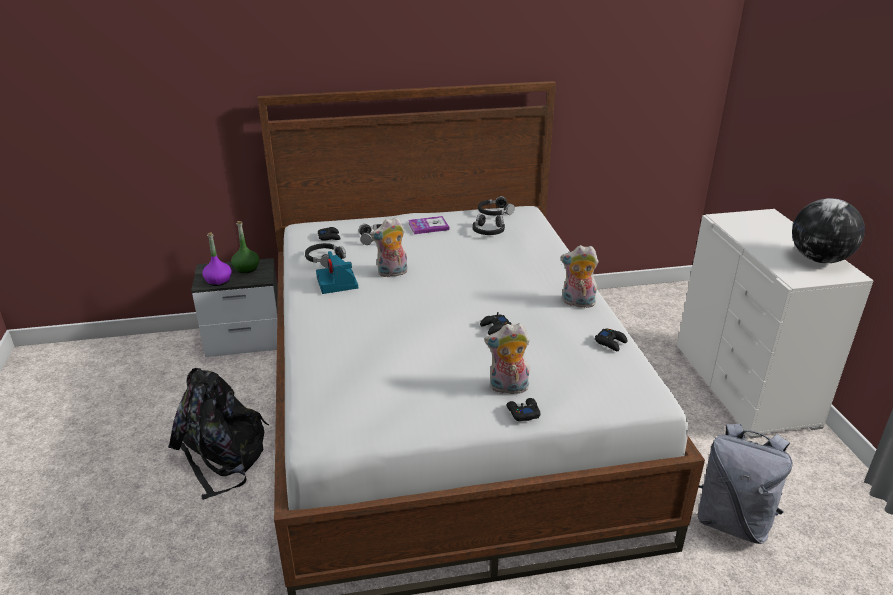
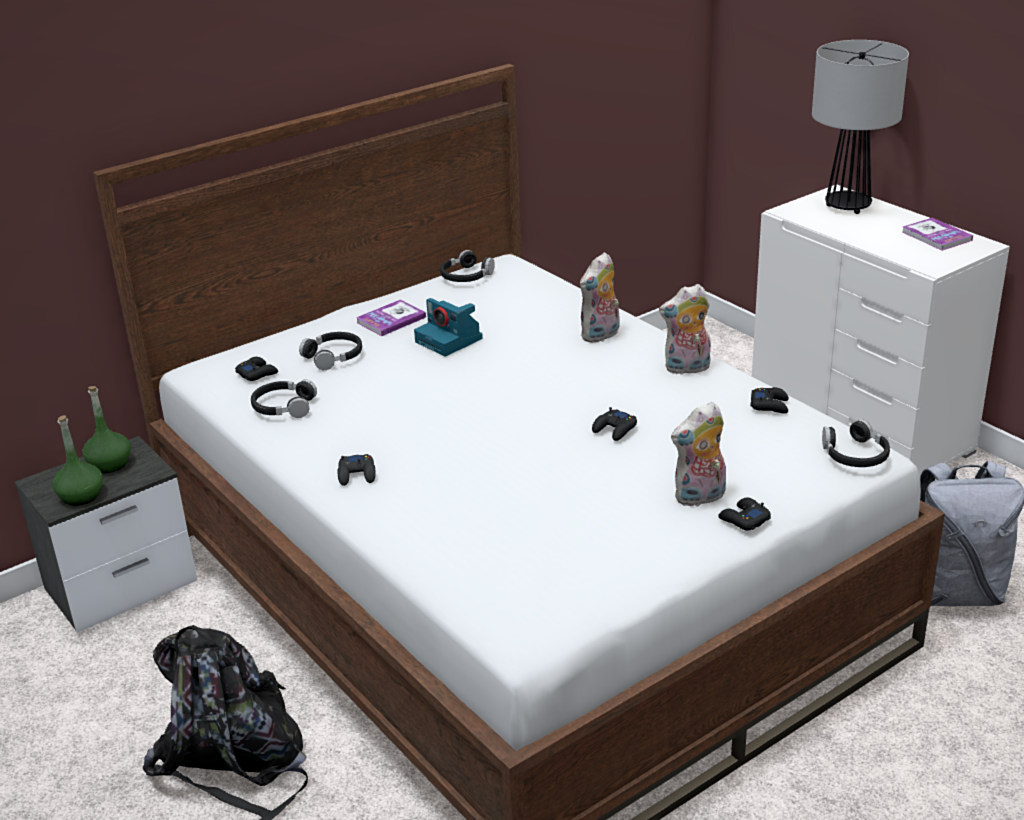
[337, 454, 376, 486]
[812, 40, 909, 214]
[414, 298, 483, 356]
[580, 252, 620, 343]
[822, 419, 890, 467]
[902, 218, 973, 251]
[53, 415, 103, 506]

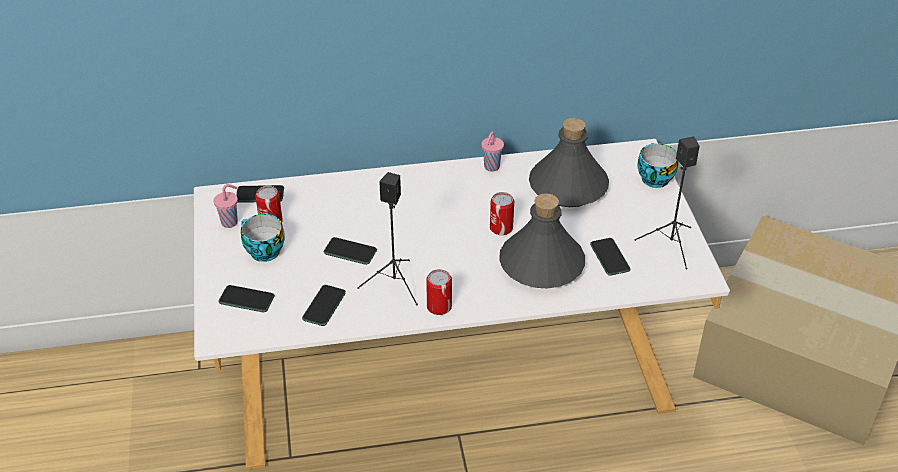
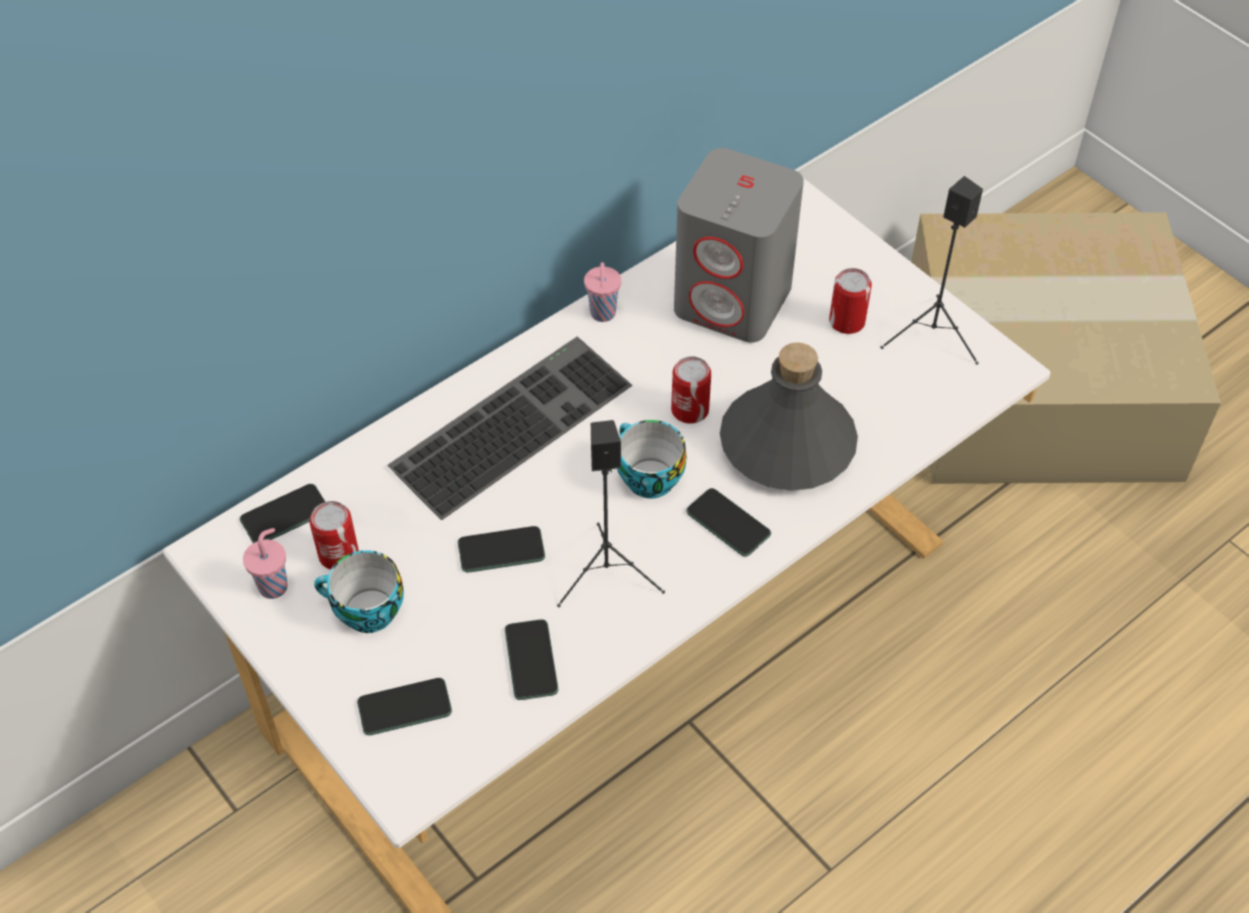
[387, 337, 633, 520]
[829, 268, 872, 334]
[686, 488, 771, 557]
[617, 420, 687, 499]
[674, 148, 804, 343]

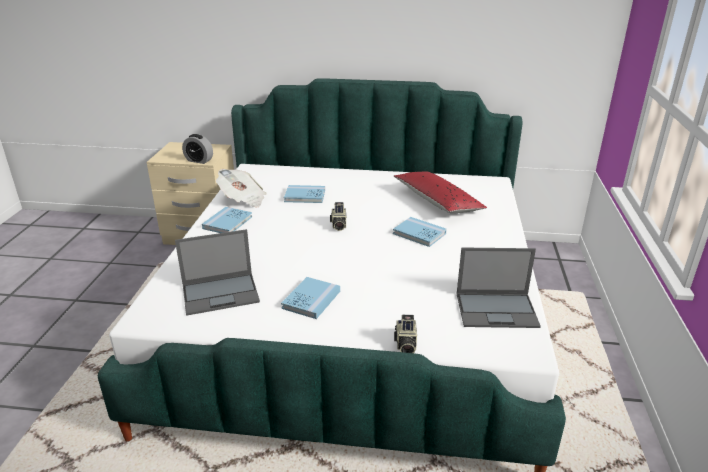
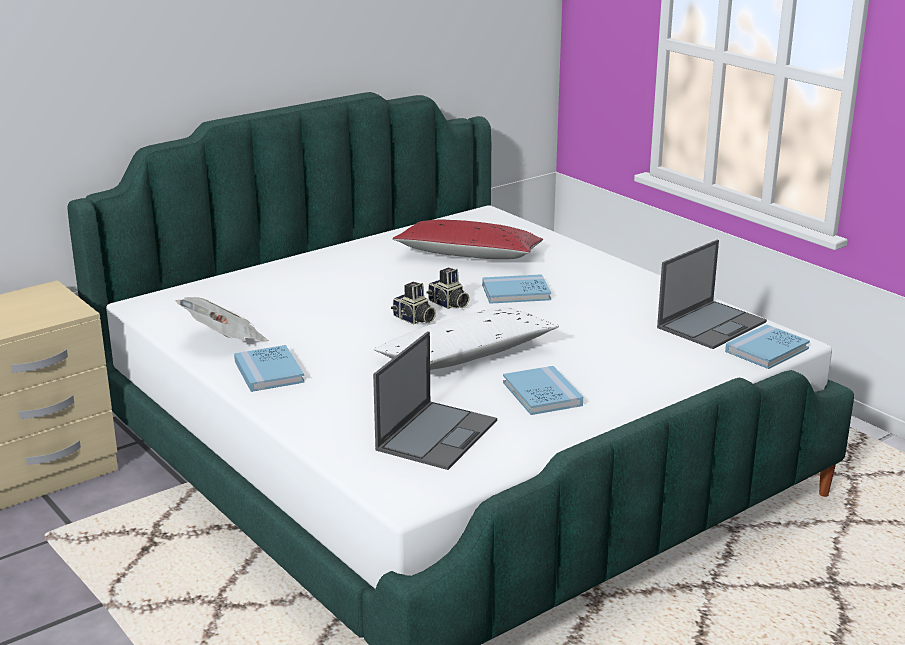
[182, 134, 213, 164] (first image)
[374, 307, 559, 370]
[725, 324, 810, 369]
[426, 268, 470, 309]

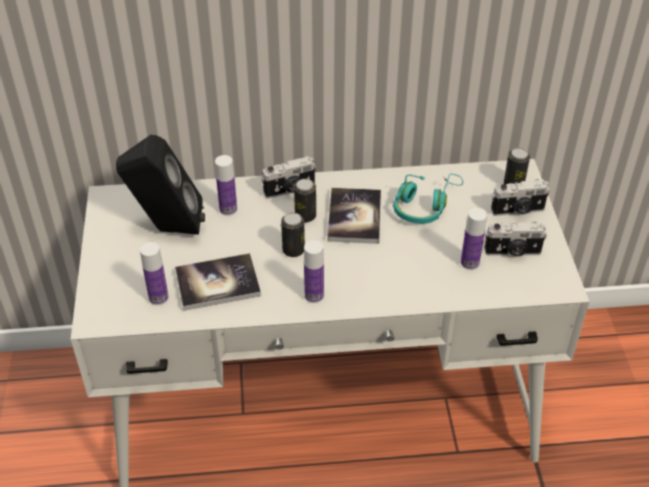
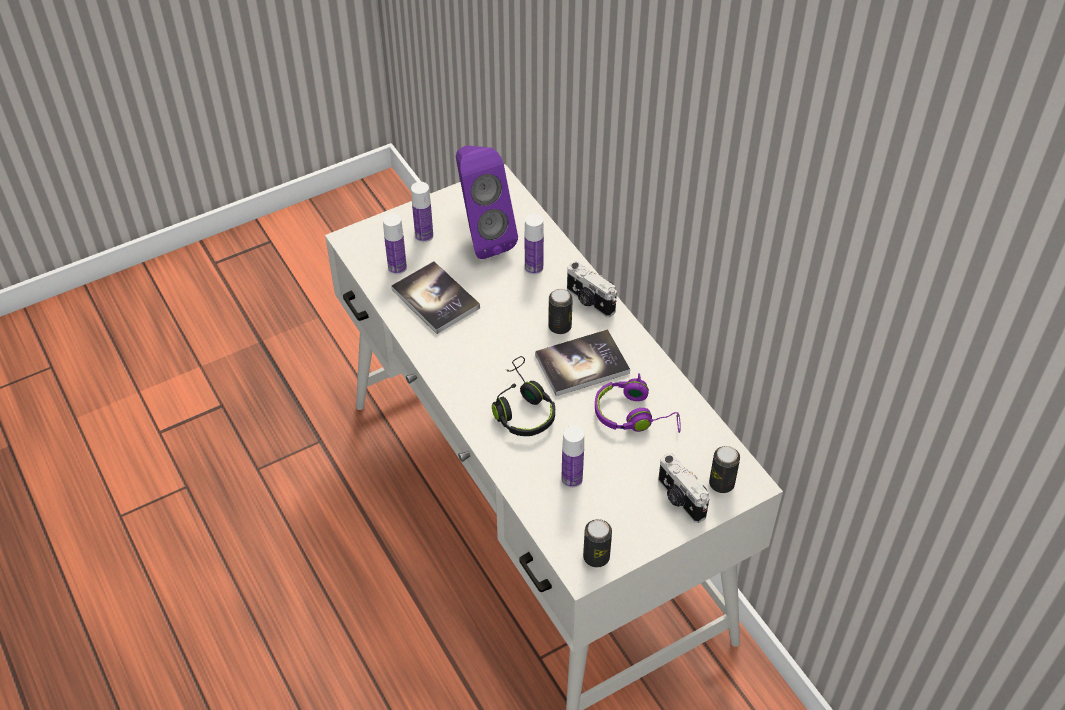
[484, 222, 547, 257] (first image)
[492, 356, 555, 436]
[583, 519, 612, 568]
[411, 182, 433, 242]
[456, 146, 518, 259]
[595, 373, 681, 433]

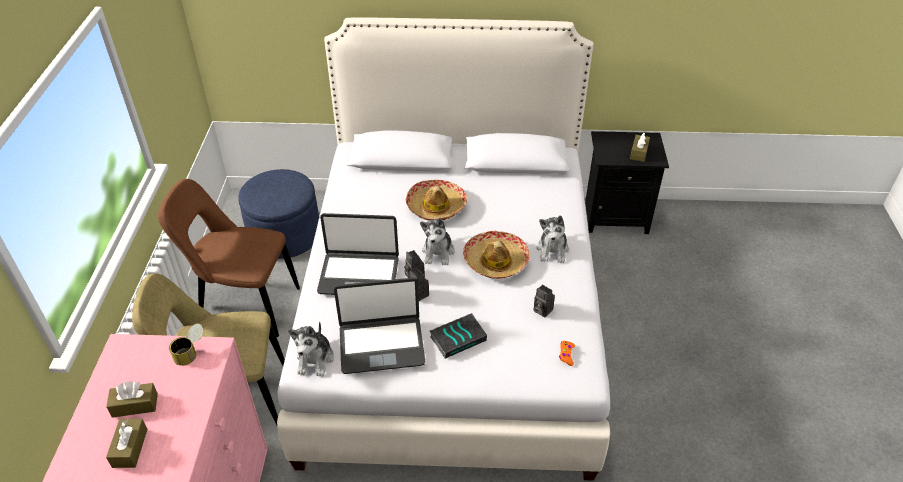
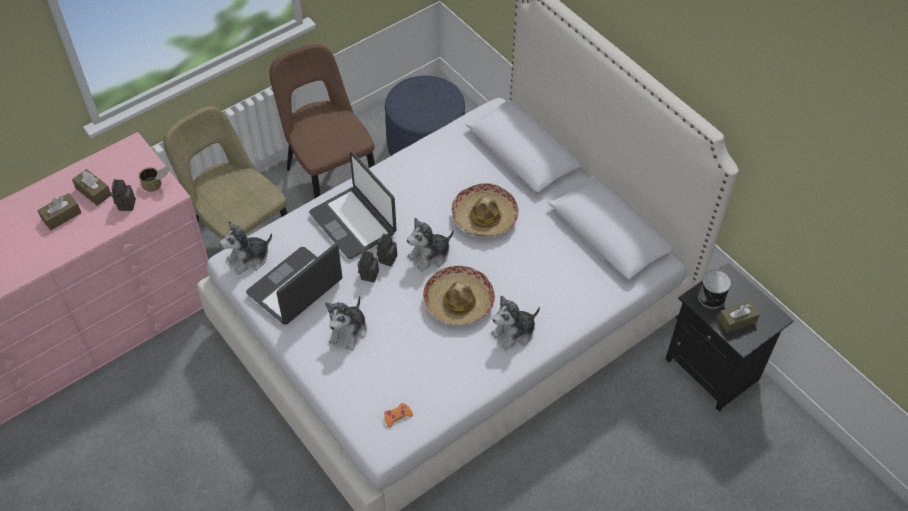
[698, 270, 731, 309]
[111, 179, 136, 211]
[325, 296, 367, 351]
[246, 243, 342, 325]

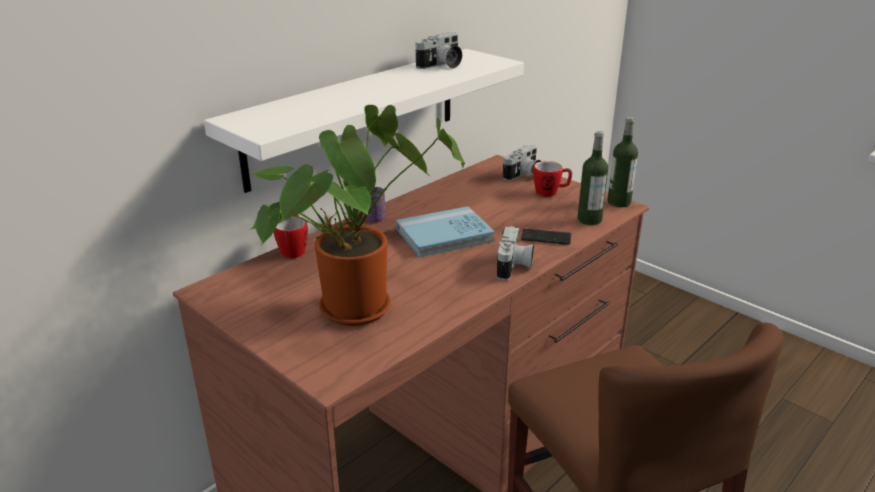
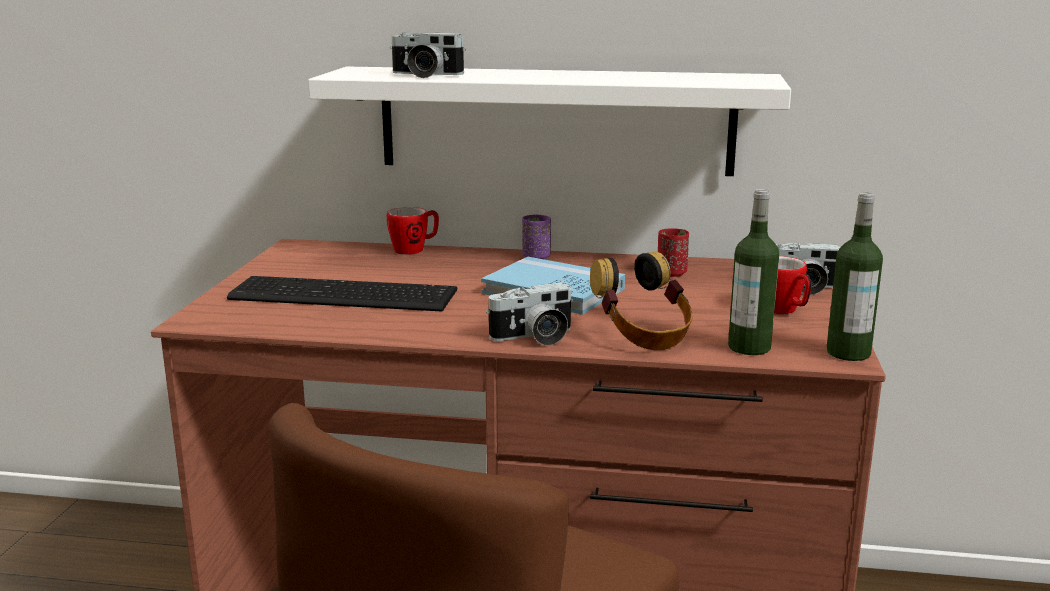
[658, 228, 689, 277]
[390, 33, 466, 78]
[227, 276, 457, 311]
[590, 252, 692, 350]

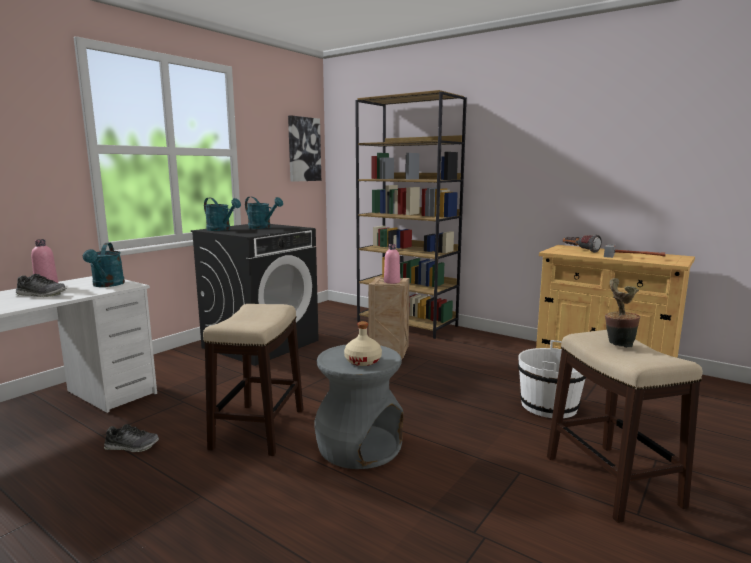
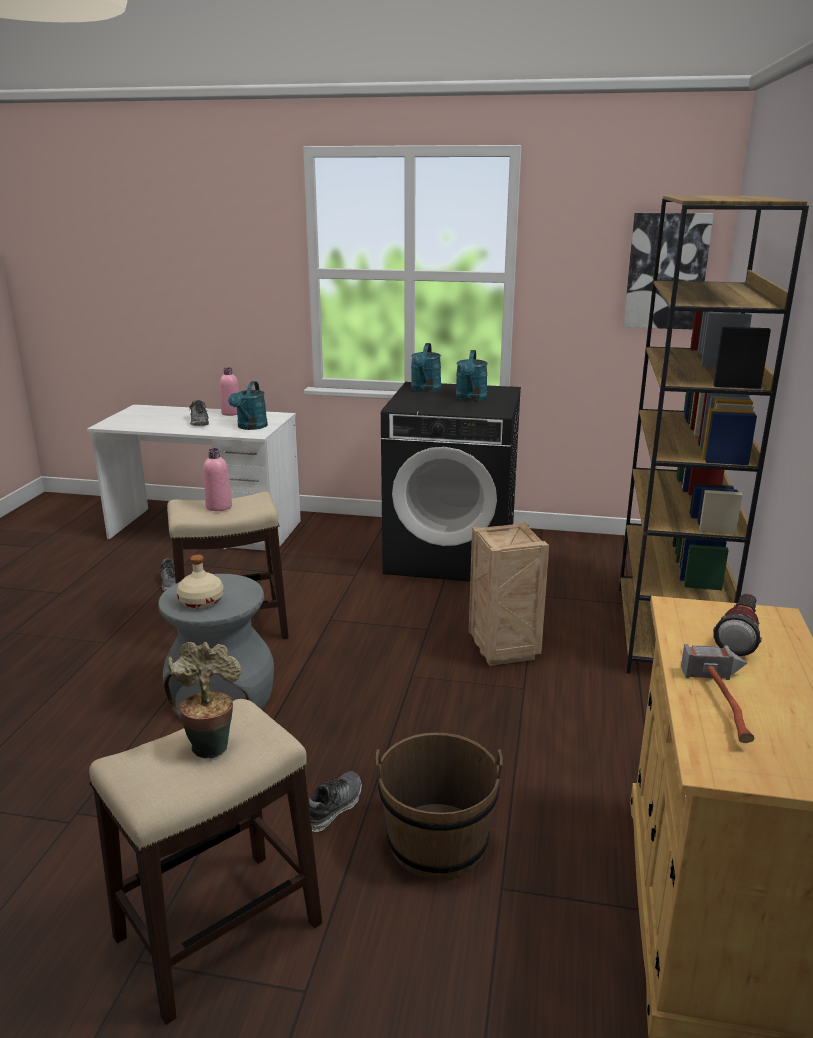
[308, 771, 362, 832]
[203, 448, 232, 511]
[376, 733, 503, 879]
[228, 381, 268, 430]

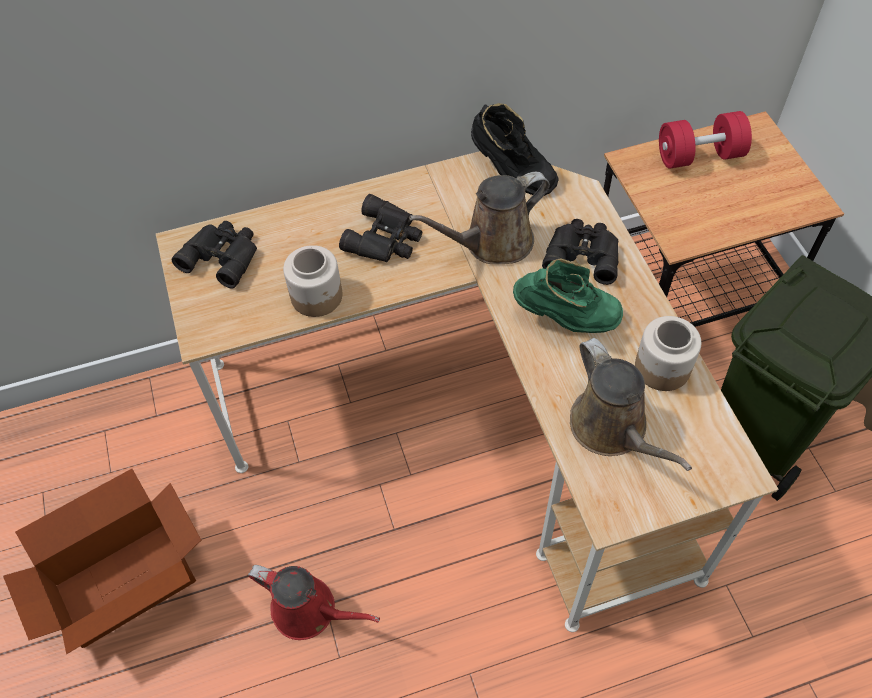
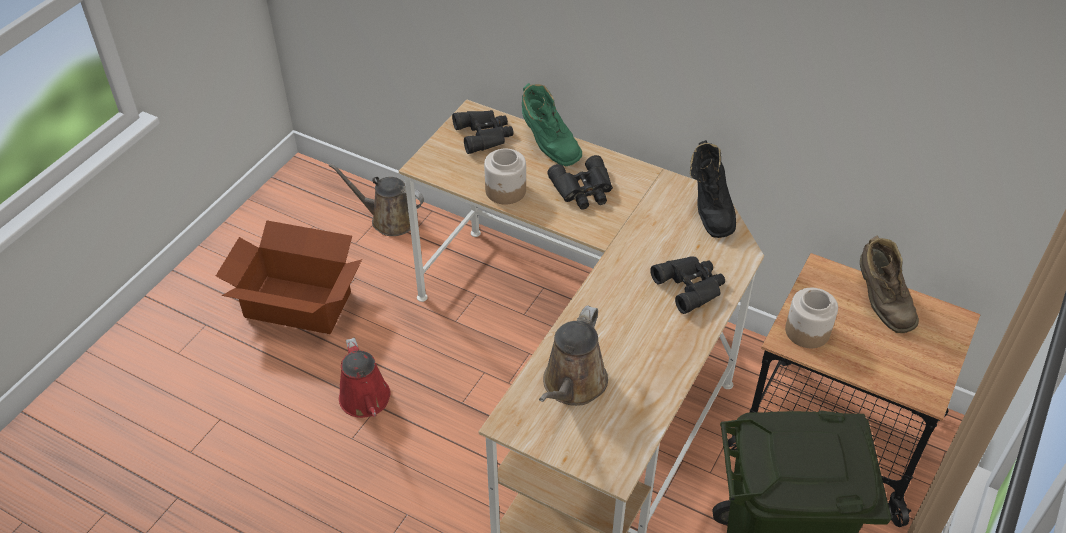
[329, 163, 424, 236]
[522, 83, 582, 166]
[785, 288, 838, 348]
[860, 236, 919, 333]

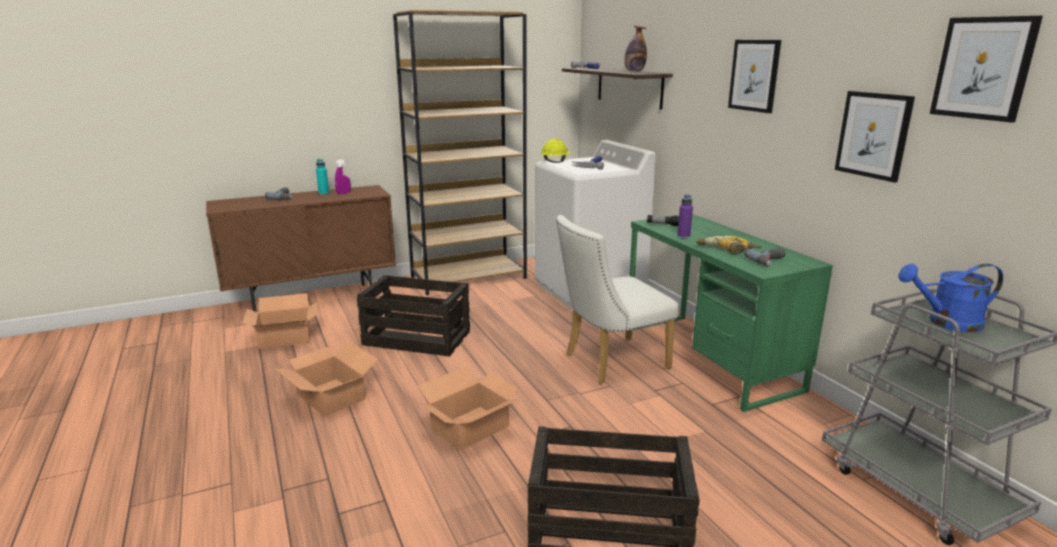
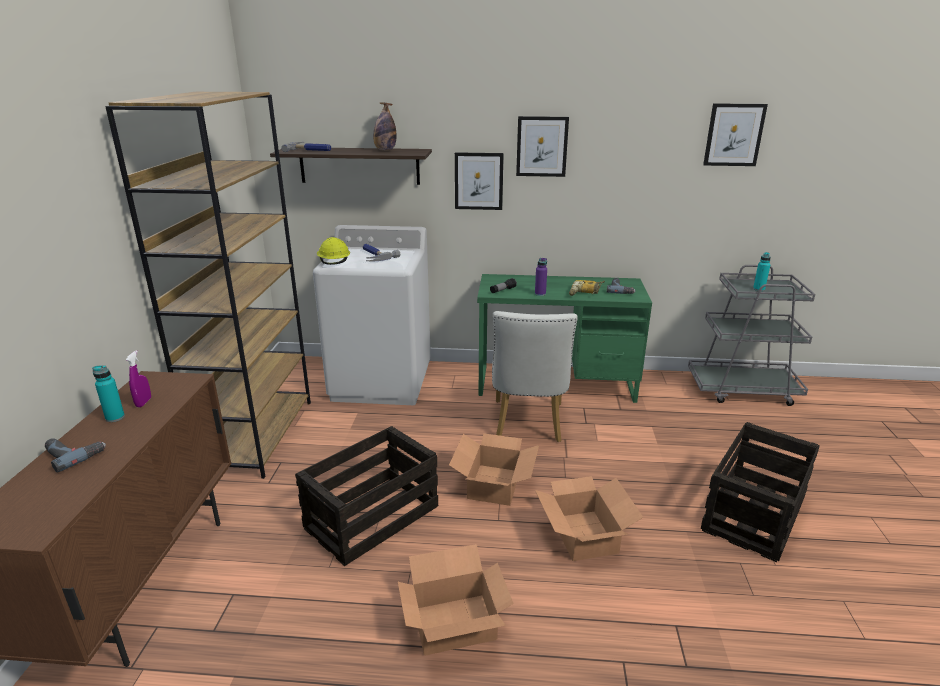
[449, 433, 539, 506]
[455, 152, 504, 210]
[753, 252, 771, 291]

